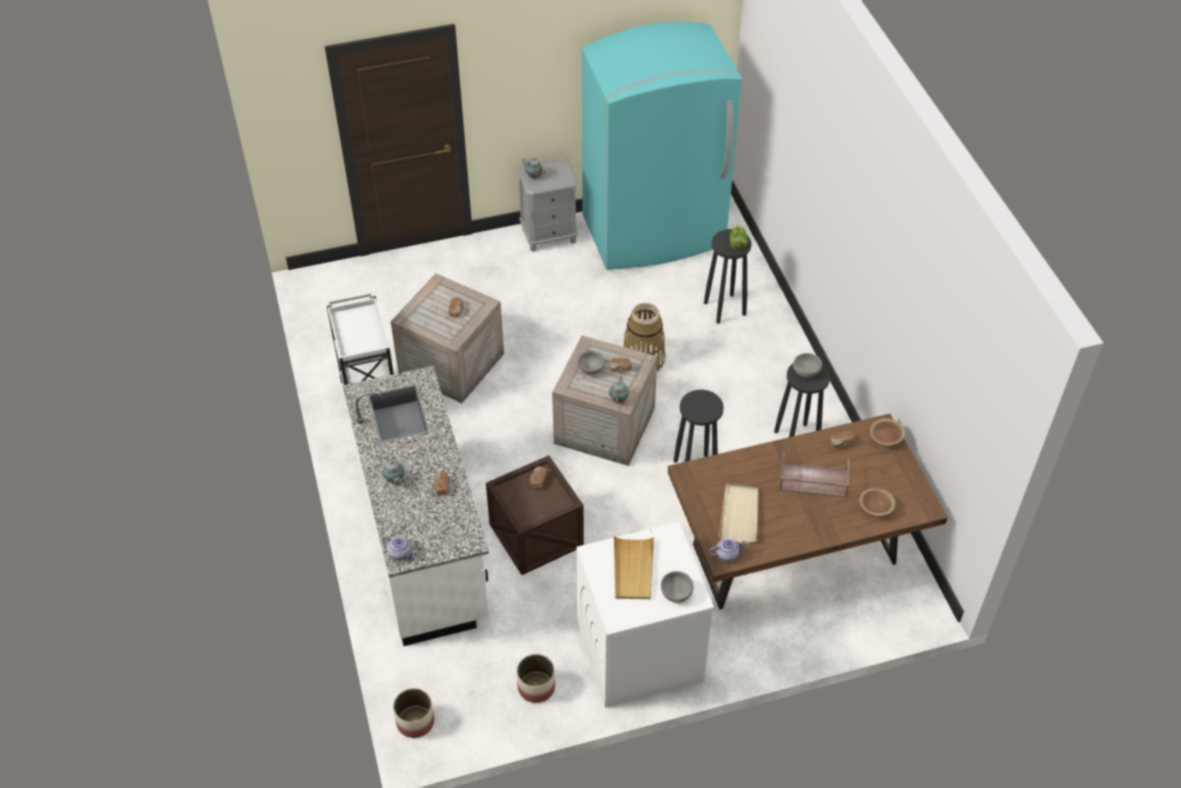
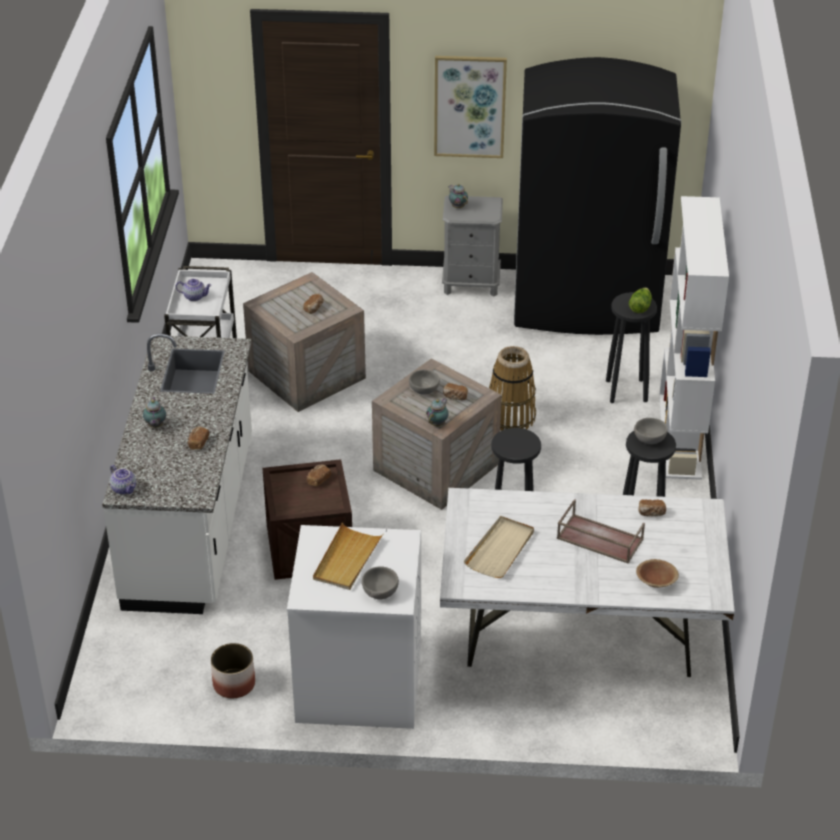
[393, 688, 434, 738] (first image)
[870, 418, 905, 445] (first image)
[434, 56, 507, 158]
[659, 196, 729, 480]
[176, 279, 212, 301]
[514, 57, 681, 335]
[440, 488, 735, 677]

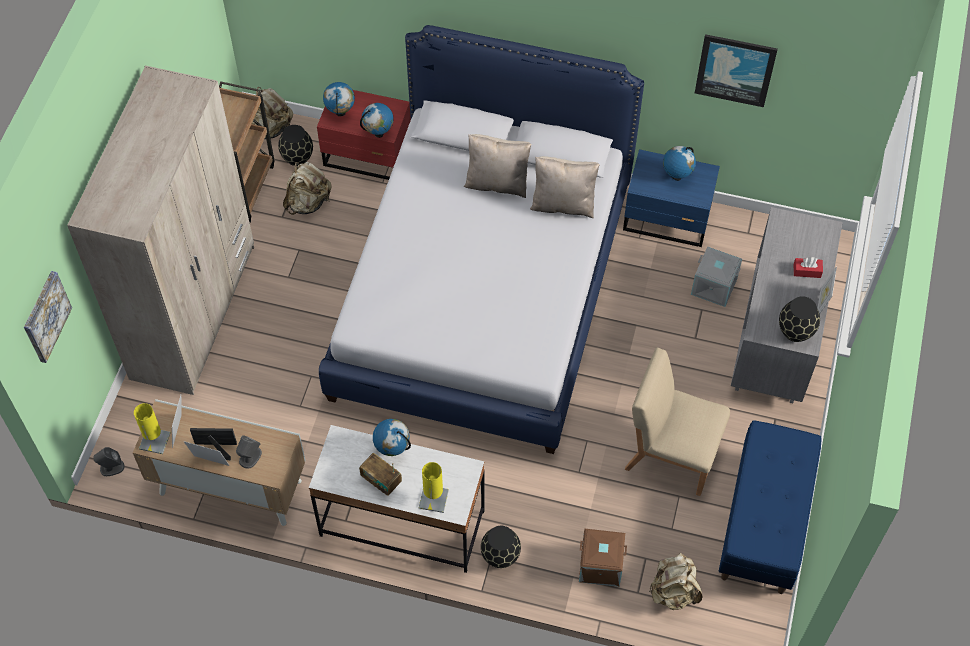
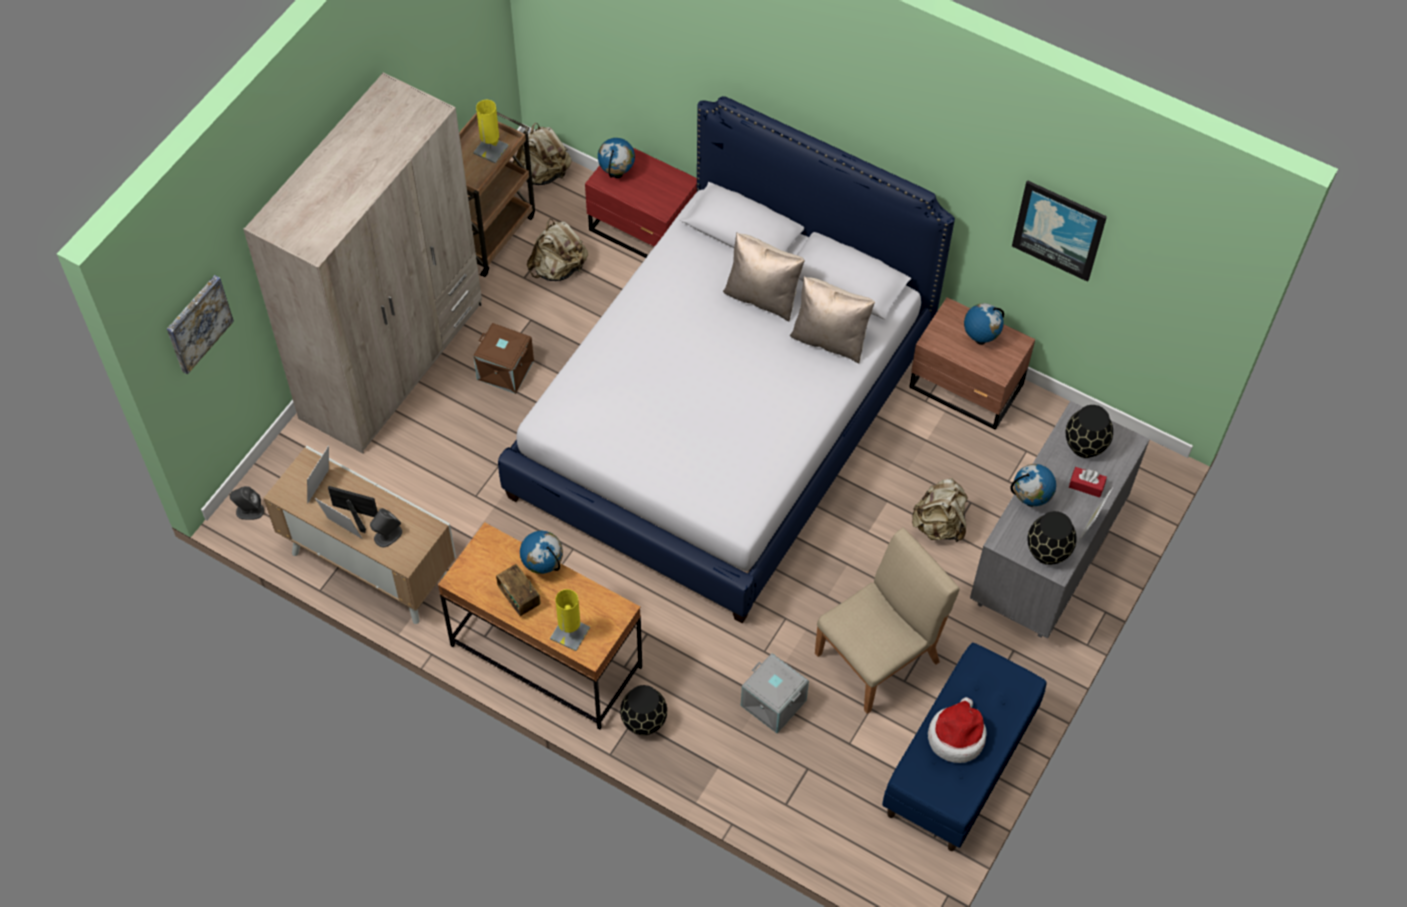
[928, 697, 987, 763]
[473, 100, 509, 163]
[1066, 405, 1113, 458]
[1010, 464, 1056, 507]
[473, 323, 534, 394]
[912, 478, 967, 542]
[741, 653, 809, 733]
[438, 522, 642, 730]
[909, 297, 1035, 430]
[815, 528, 960, 714]

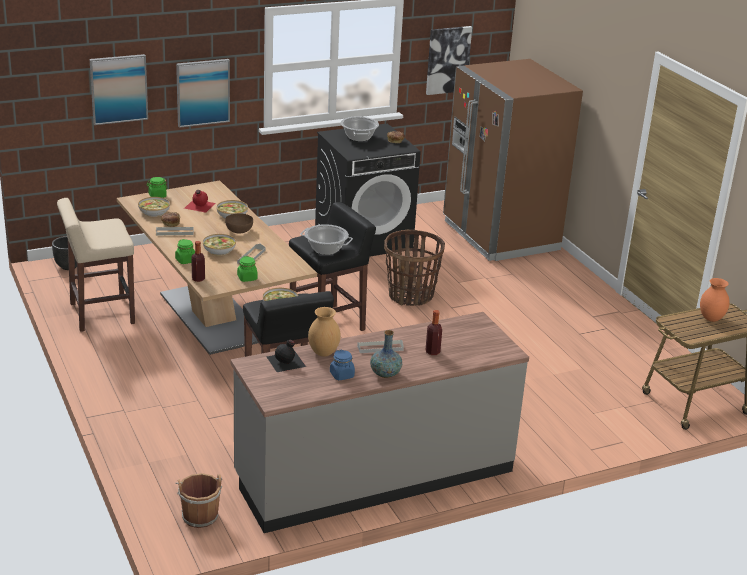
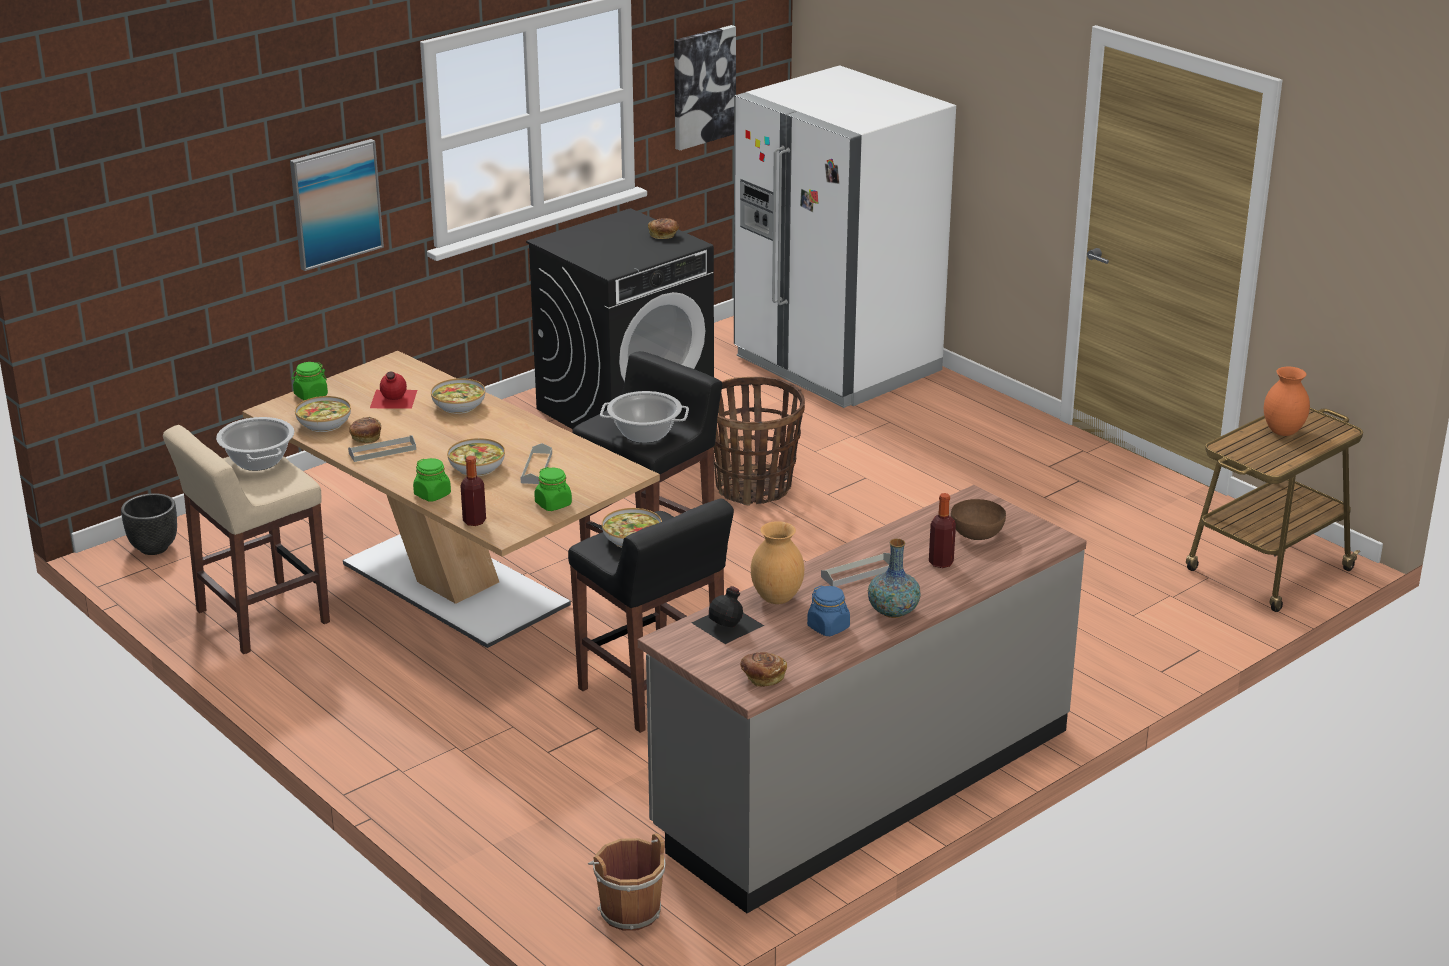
[89, 54, 148, 125] (first image)
[740, 652, 787, 687]
[951, 499, 1006, 540]
[216, 417, 294, 471]
[734, 65, 956, 408]

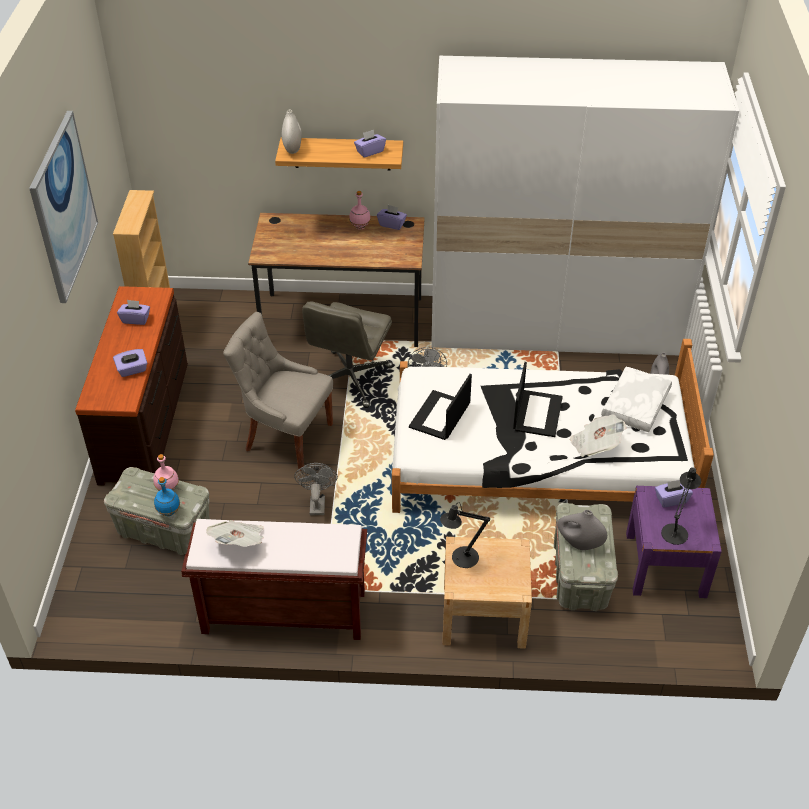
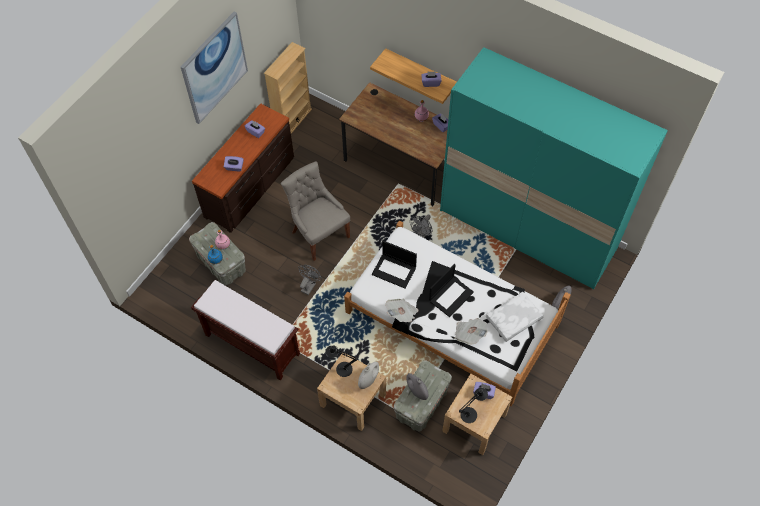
[302, 301, 393, 408] (first image)
[385, 299, 419, 322]
[358, 361, 379, 389]
[440, 47, 668, 290]
[442, 374, 512, 455]
[372, 241, 417, 289]

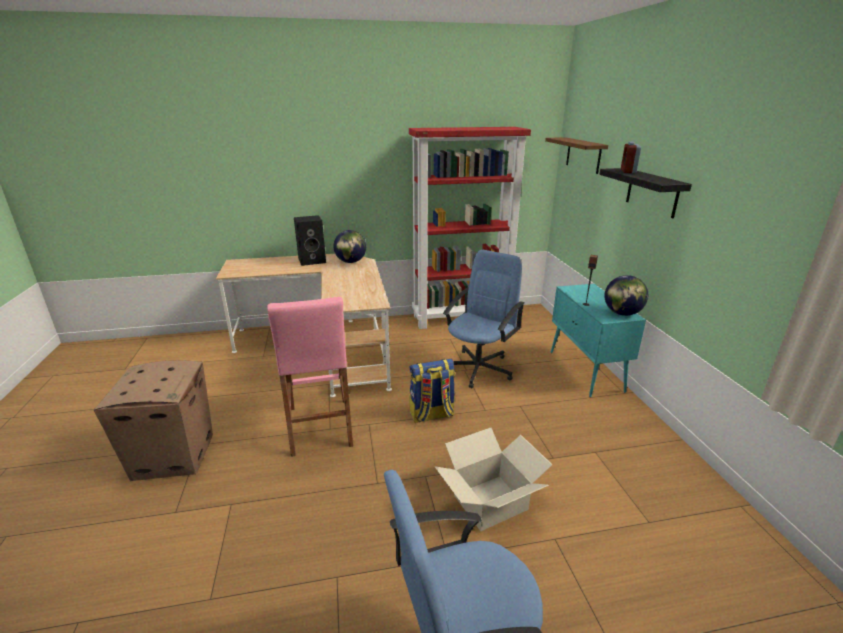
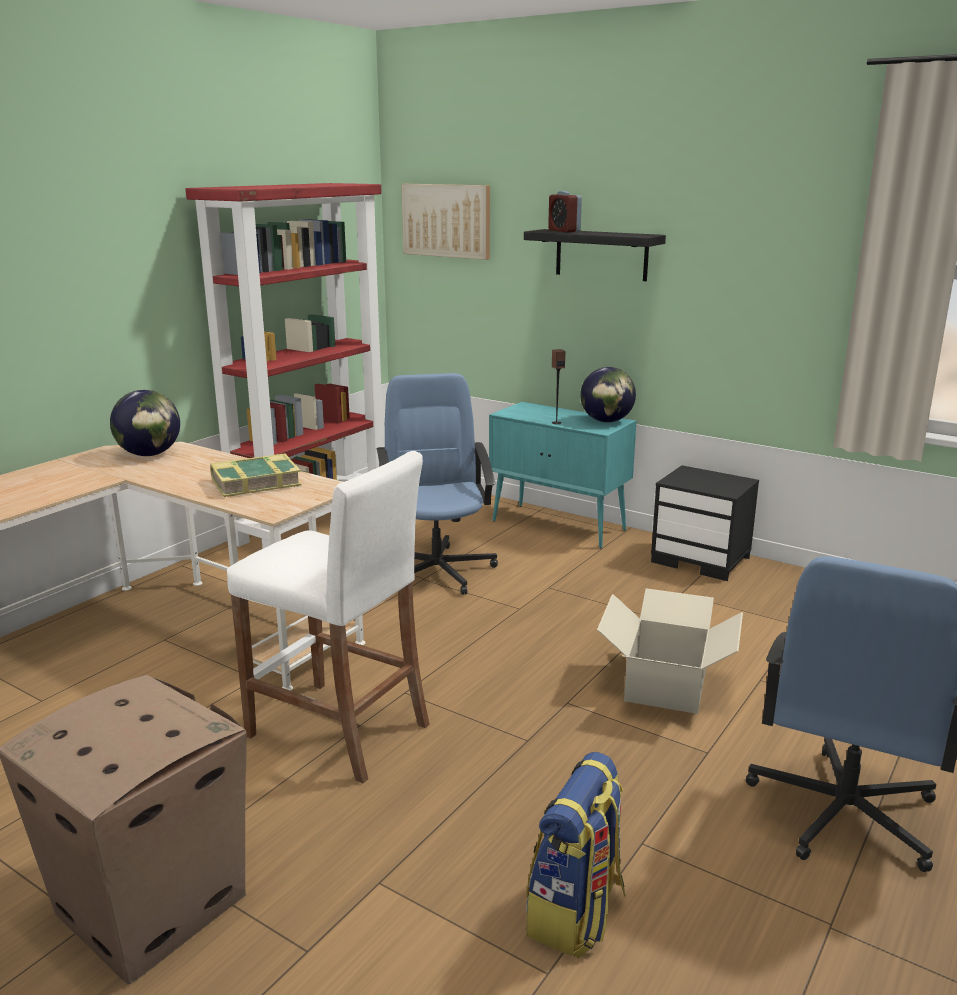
[294, 215, 326, 266] (first image)
[210, 453, 302, 497]
[651, 465, 759, 581]
[526, 752, 626, 958]
[401, 184, 490, 260]
[227, 451, 430, 784]

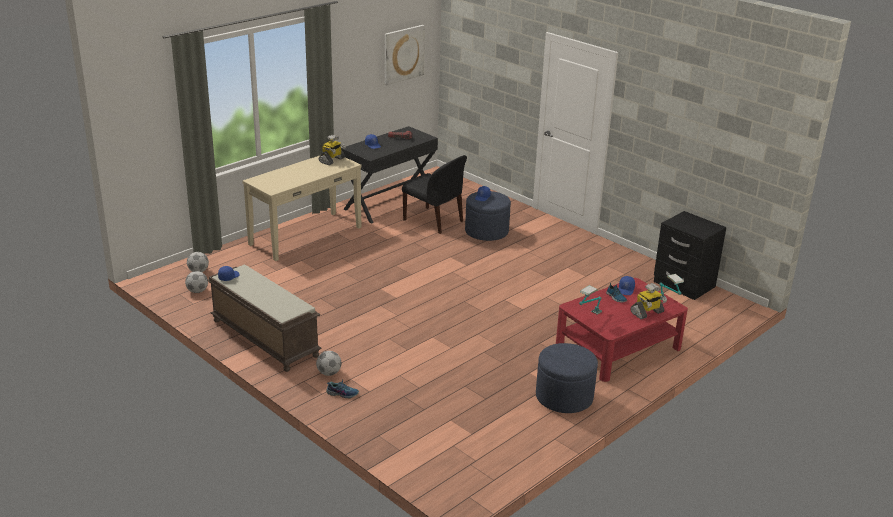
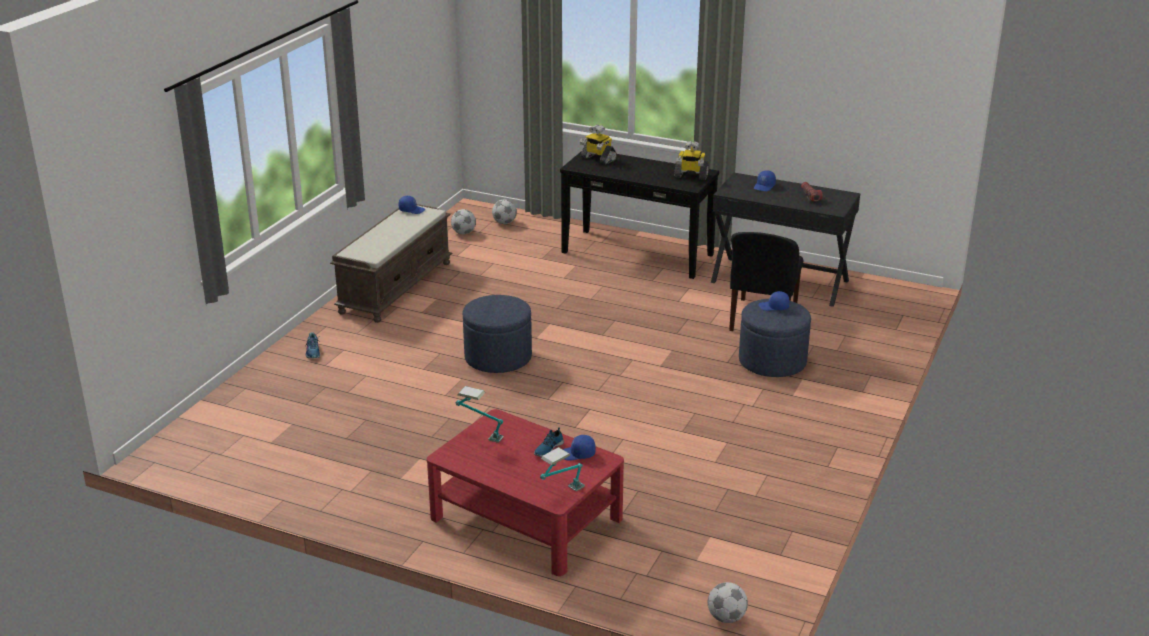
[385, 25, 425, 85] (first image)
[654, 211, 726, 300] (first image)
[708, 582, 748, 623]
[463, 295, 532, 373]
[580, 125, 617, 164]
[560, 151, 719, 279]

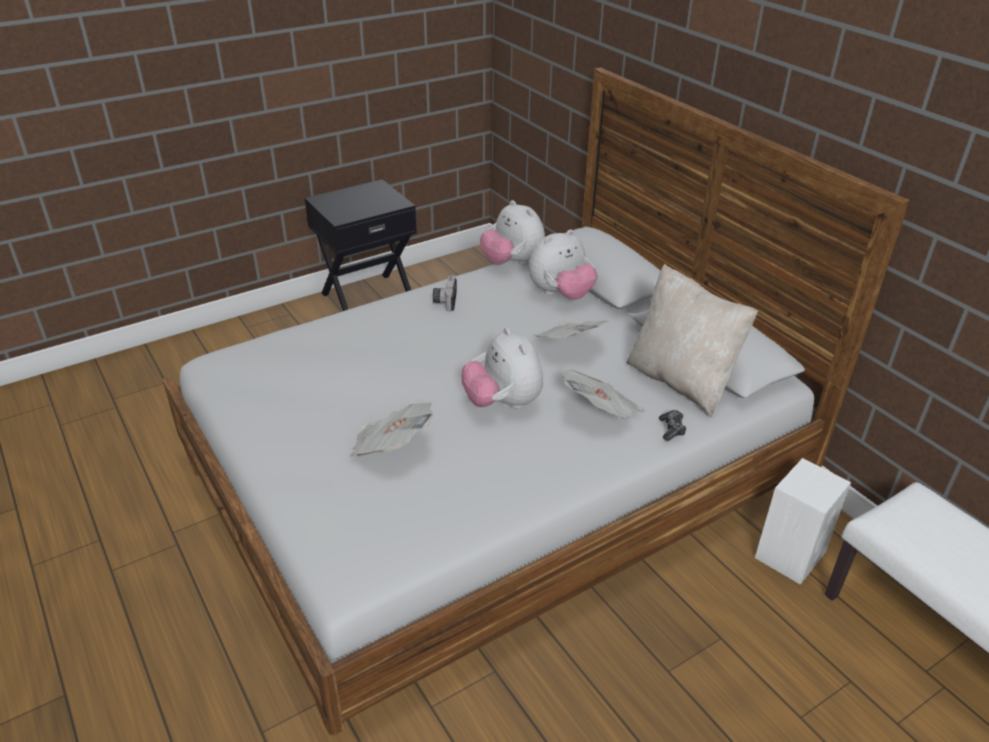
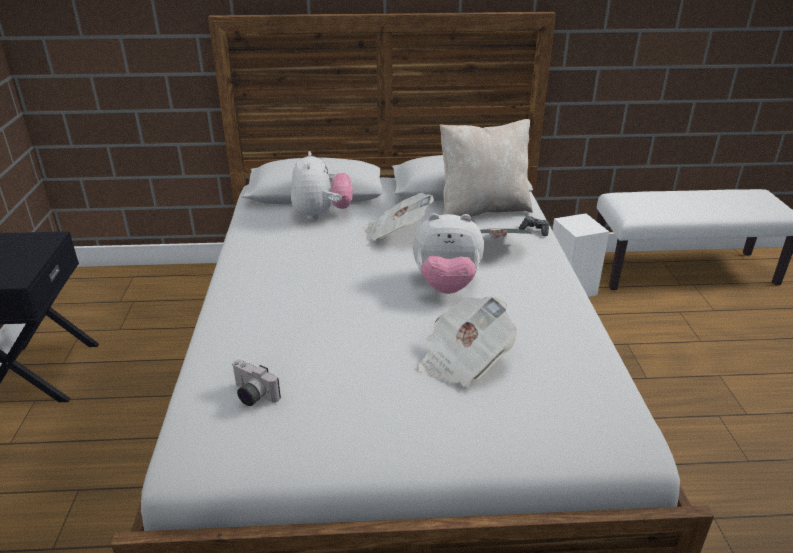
[480, 200, 545, 265] (first image)
[233, 360, 281, 406]

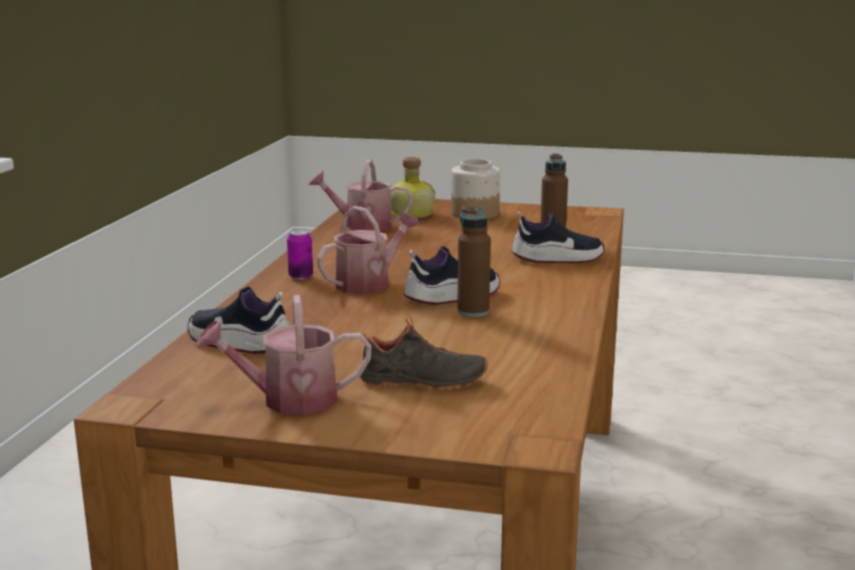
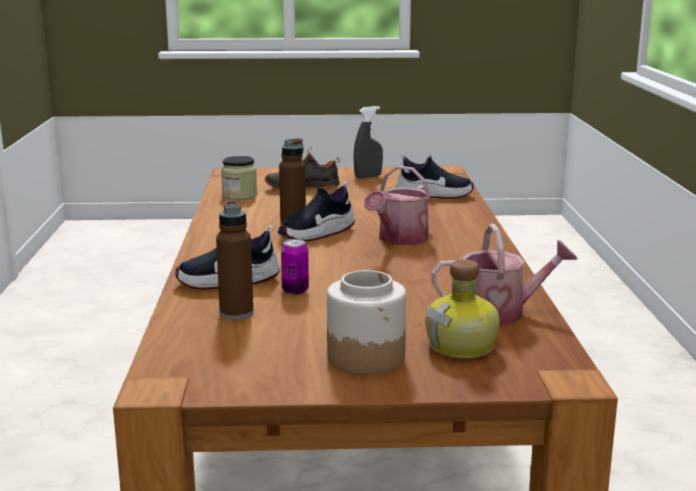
[221, 156, 257, 200]
[281, 239, 309, 295]
[354, 106, 383, 179]

